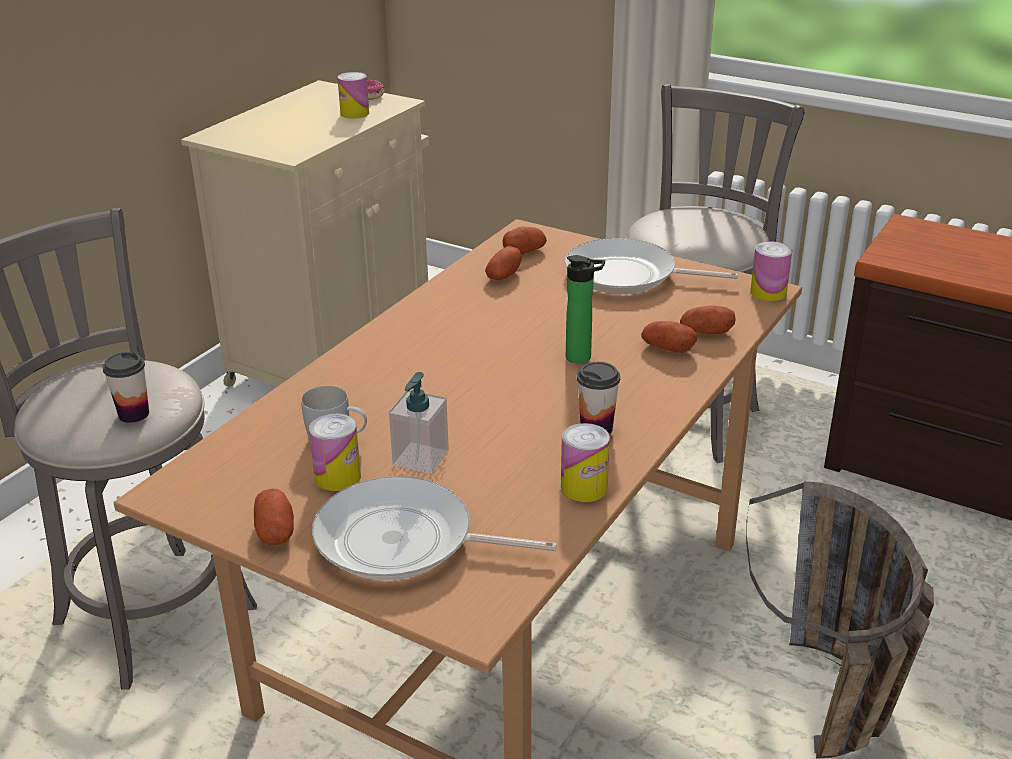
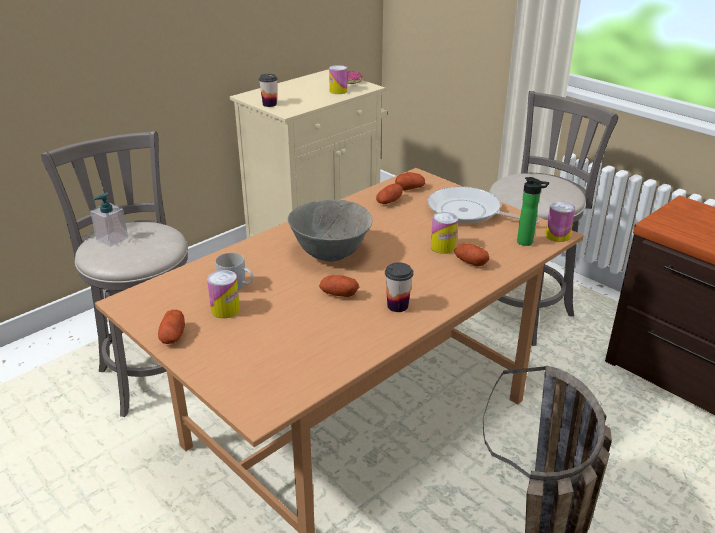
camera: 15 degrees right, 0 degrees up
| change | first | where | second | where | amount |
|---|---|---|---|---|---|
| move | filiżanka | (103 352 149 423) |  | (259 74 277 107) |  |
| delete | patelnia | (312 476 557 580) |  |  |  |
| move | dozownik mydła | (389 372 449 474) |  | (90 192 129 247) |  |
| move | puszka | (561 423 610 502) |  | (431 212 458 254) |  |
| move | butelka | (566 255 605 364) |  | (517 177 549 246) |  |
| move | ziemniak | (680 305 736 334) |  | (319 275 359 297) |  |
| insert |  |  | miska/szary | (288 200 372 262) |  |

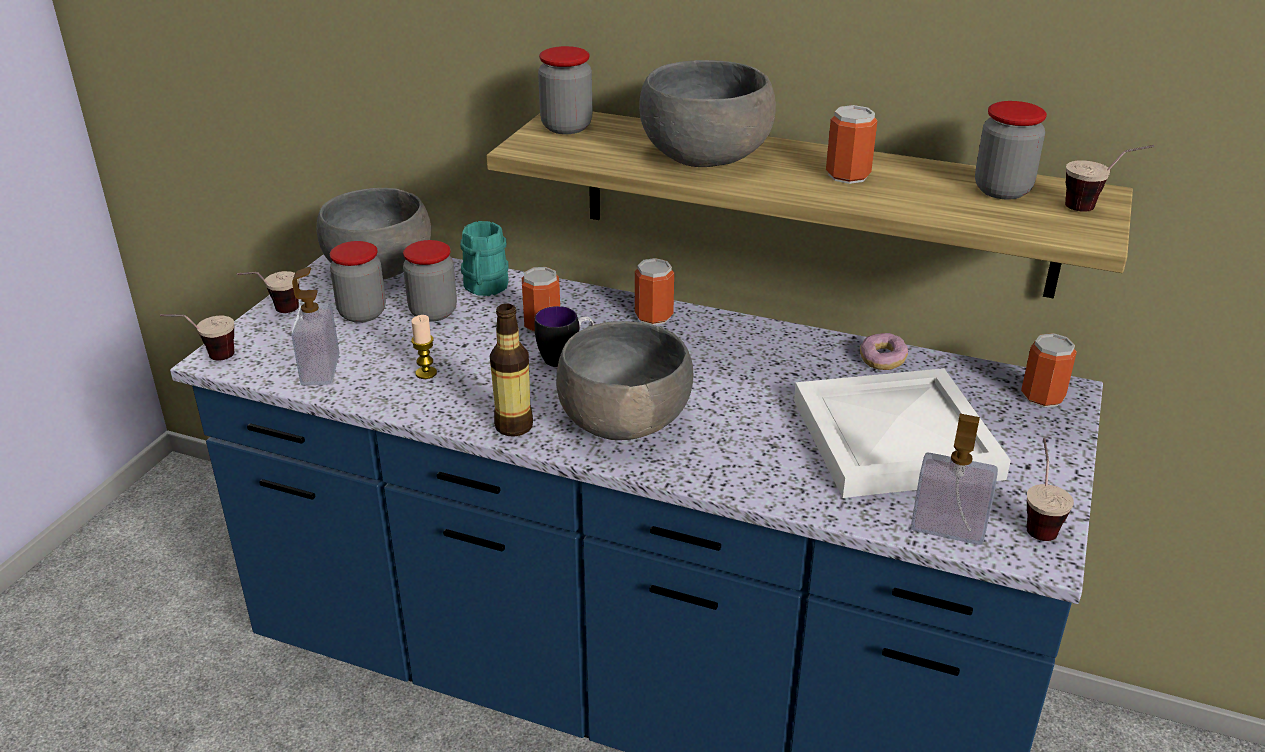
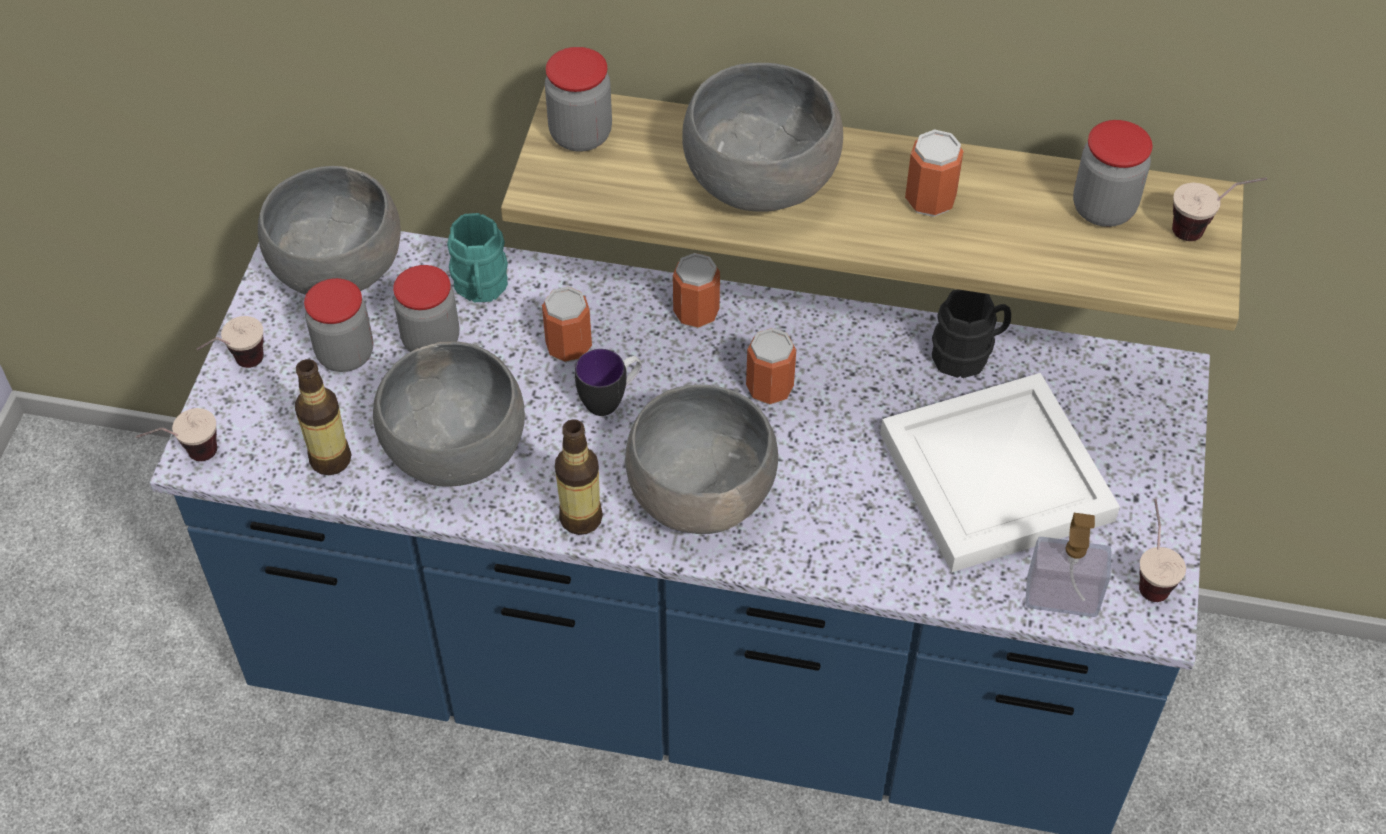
camera: 10 degrees left, 20 degrees up
| change | first | where | second | where | amount |
|---|---|---|---|---|---|
| replace | dozownik mydła | (291 267 340 386) | butelka | (295 359 351 475) |  |
| replace | świeca | (411 315 437 379) | miska/szary | (373 341 525 487) |  |
| replace | donut | (860 333 908 370) | kubek/czarny | (932 289 1011 378) |  |
| move | puszka | (1021 333 1077 408) |  | (746 328 796 405) |  |

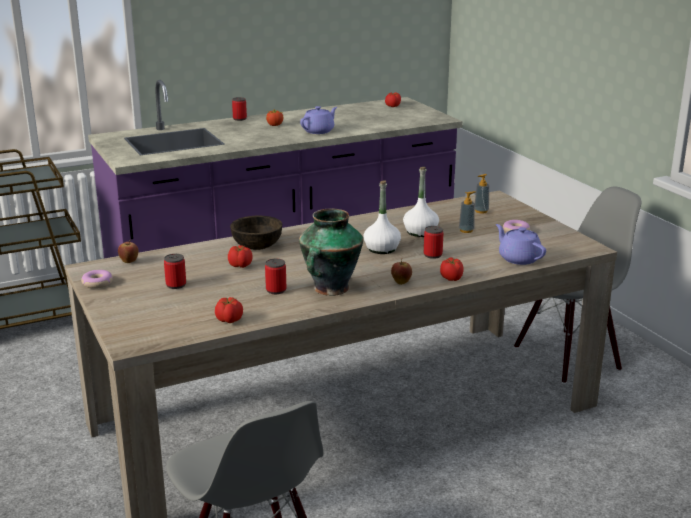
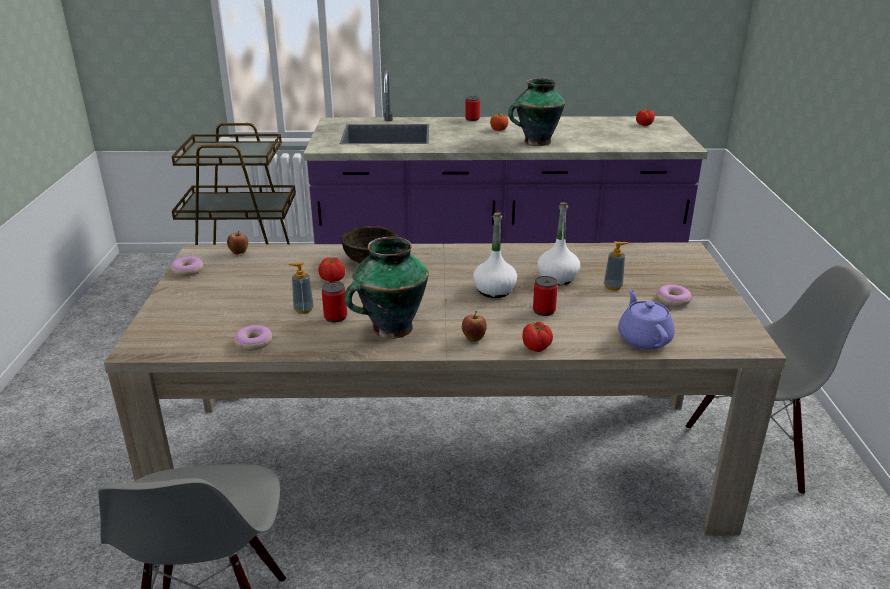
camera: 25 degrees right, 5 degrees up
| change | first | where | second | where | amount |
|---|---|---|---|---|---|
| delete | puszka | (164 254 186 289) |  |  |  |
| replace | pomidor | (215 297 243 323) | donut | (234 325 272 351) |  |
| replace | imbryk/fioletowy | (300 106 337 134) | wazon | (508 78 565 146) |  |
| move | dozownik mydła | (475 174 489 214) |  | (288 262 314 314) |  |

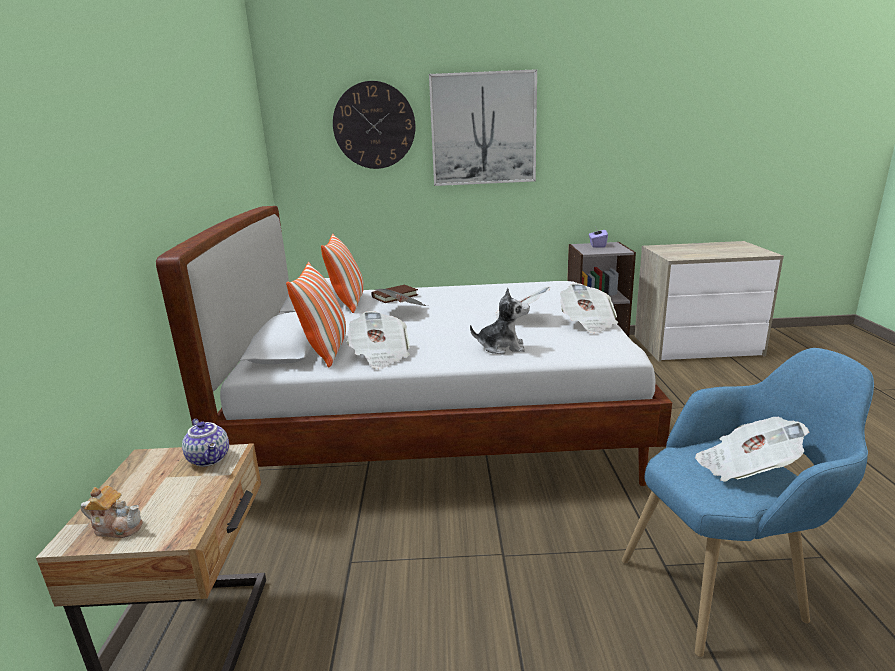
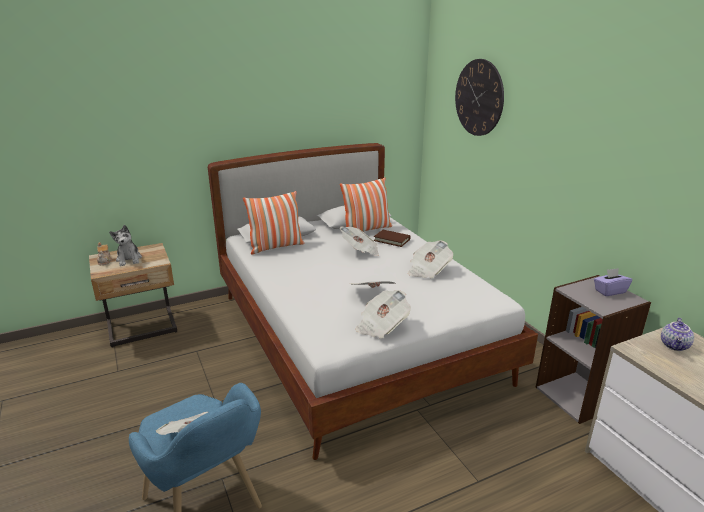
camera: 65 degrees right, 5 degrees up
| change | first | where | second | where | amount |
|---|---|---|---|---|---|
| move | imbryk | (182 419 229 467) |  | (661 318 694 351) |  |
| move | gazeta | (347 311 410 369) |  | (408 241 453 279) |  |
| delete | obraz | (429 69 537 186) |  |  |  |
| move | pluszak | (470 288 530 354) |  | (109 225 142 266) |  |

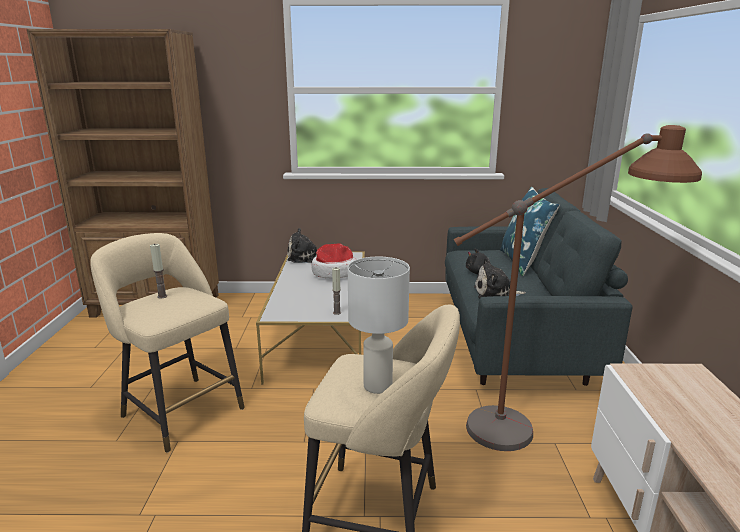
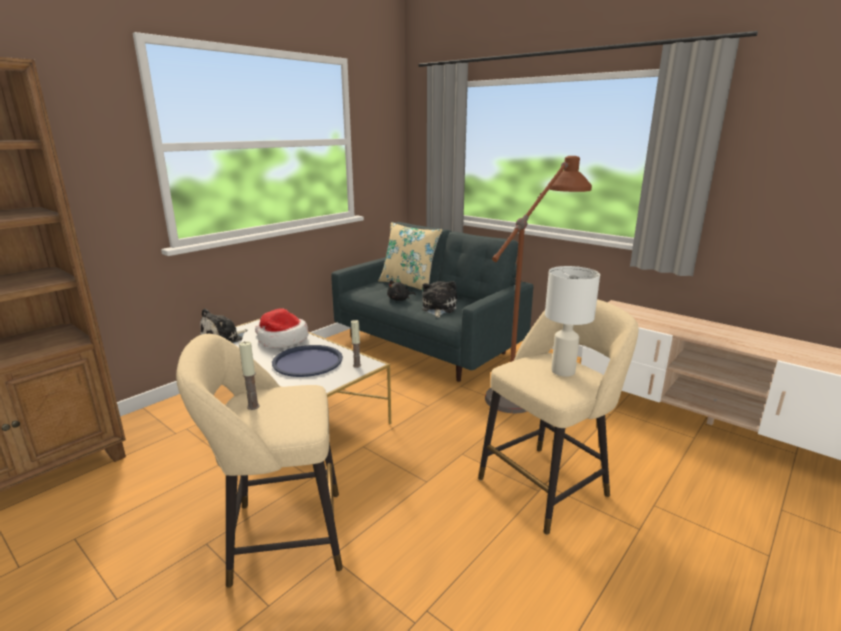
camera: 50 degrees left, 0 degrees up
| change | first | where | second | where | amount |
|---|---|---|---|---|---|
| rotate | pluszak | (474 257 526 298) |  | (422 281 457 318) | 150 degrees clockwise |
| recolor | poduszka/niebieski | (500 187 560 276) | poduszka/beżowy | (378 222 442 291) |  |
| insert |  |  | taca/niebieski | (272 345 343 377) |  |

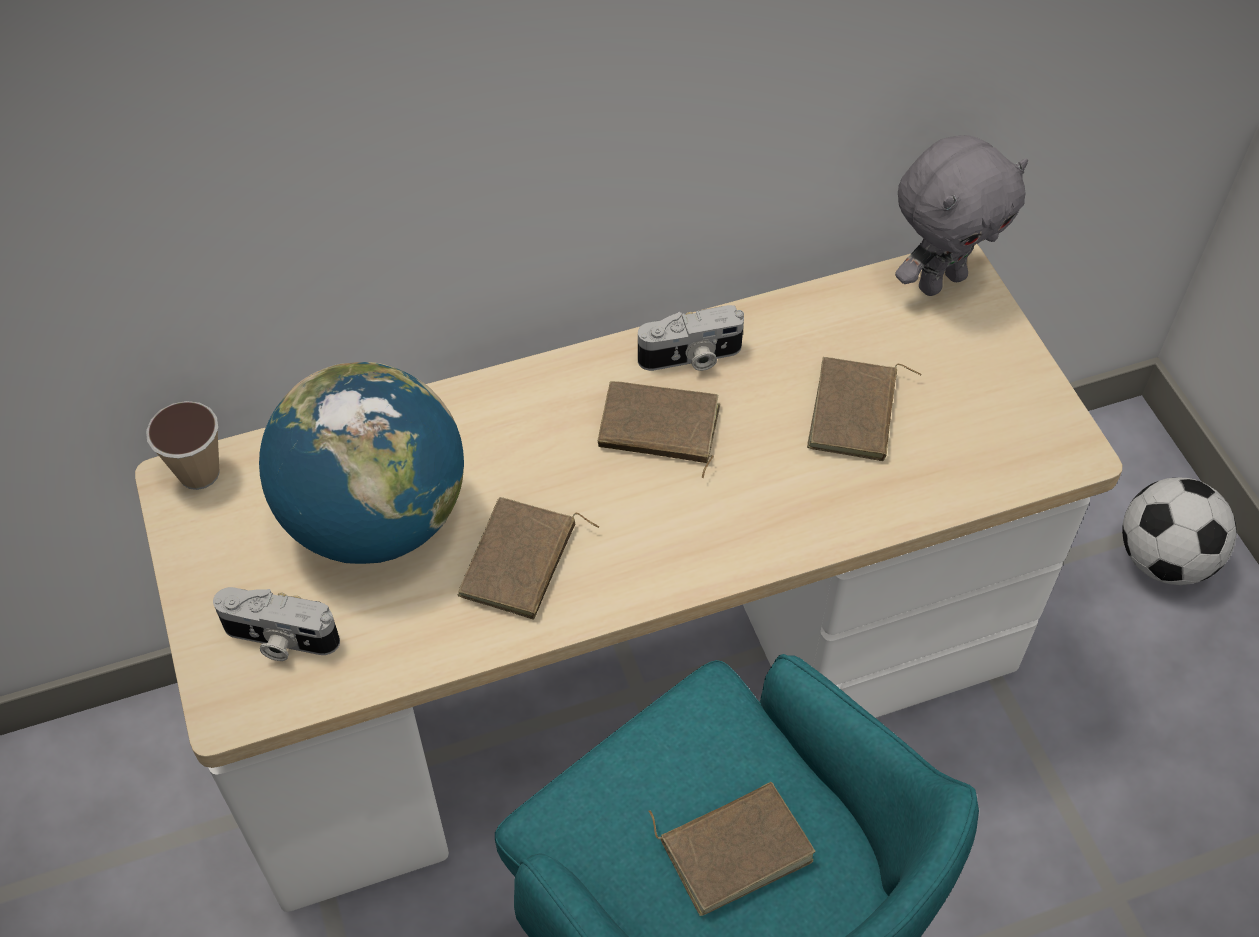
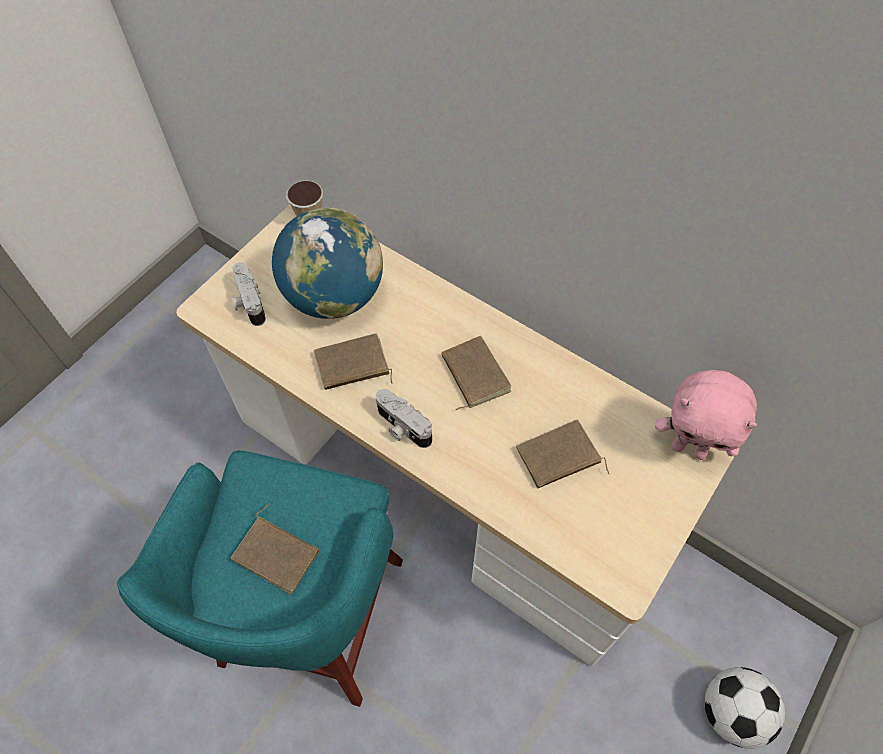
camera: 55 degrees right, 5 degrees up
| change | first | where | second | where | amount |
|---|---|---|---|---|---|
| move | aparat fotograficzny | (638 305 744 371) |  | (376 389 432 448) |  |
| recolor | pluszak/szary | (895 135 1028 296) | pluszak/różowy | (655 370 757 460) |  |

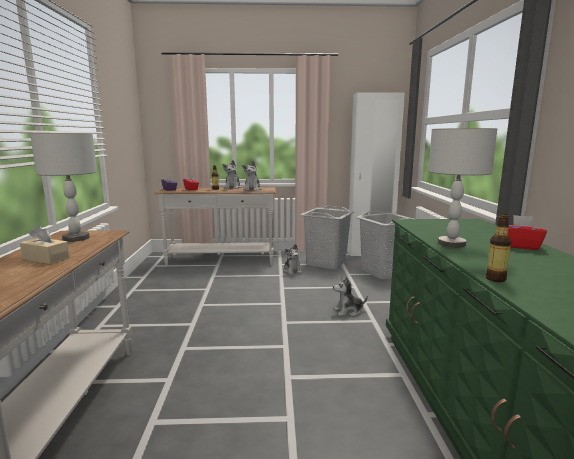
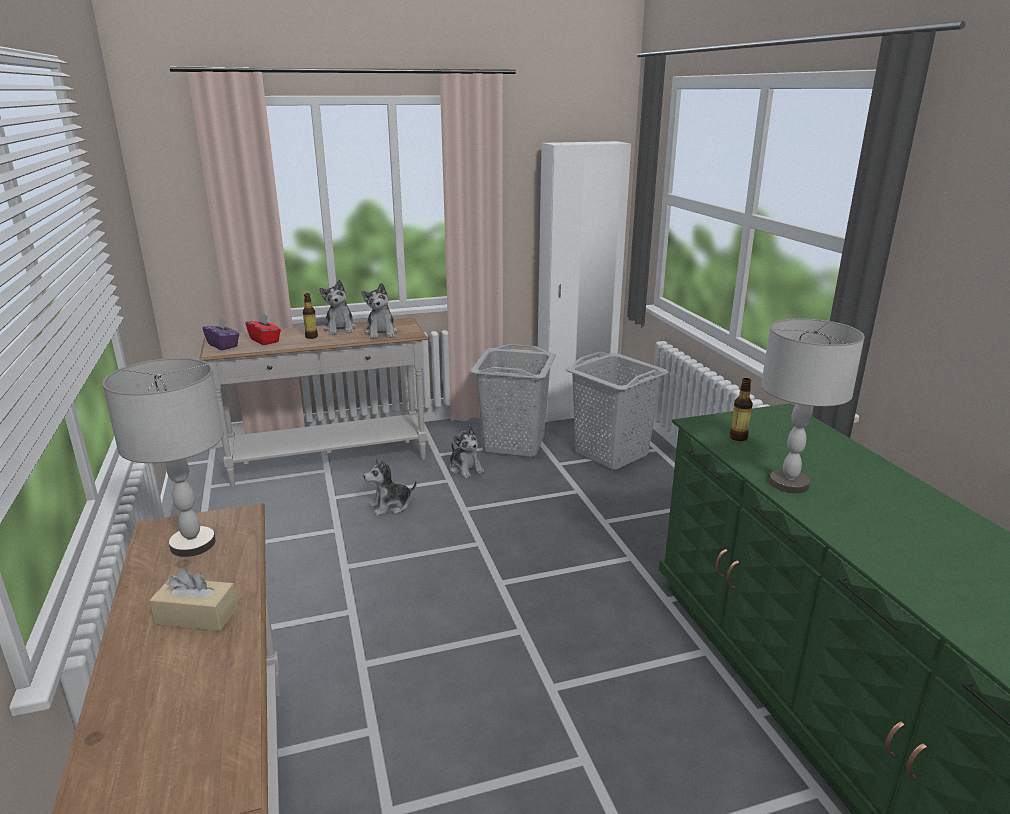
camera: 15 degrees left, 10 degrees up
| change | first | where | second | where | amount |
|---|---|---|---|---|---|
| move | pluszak | (333 277 368 317) |  | (364 458 417 516) |  |
| move | butelka | (486 214 511 282) |  | (730 378 753 441) |  |
| delete | pudełko chusteczek/czerwony | (508 215 547 250) |  |  |  |

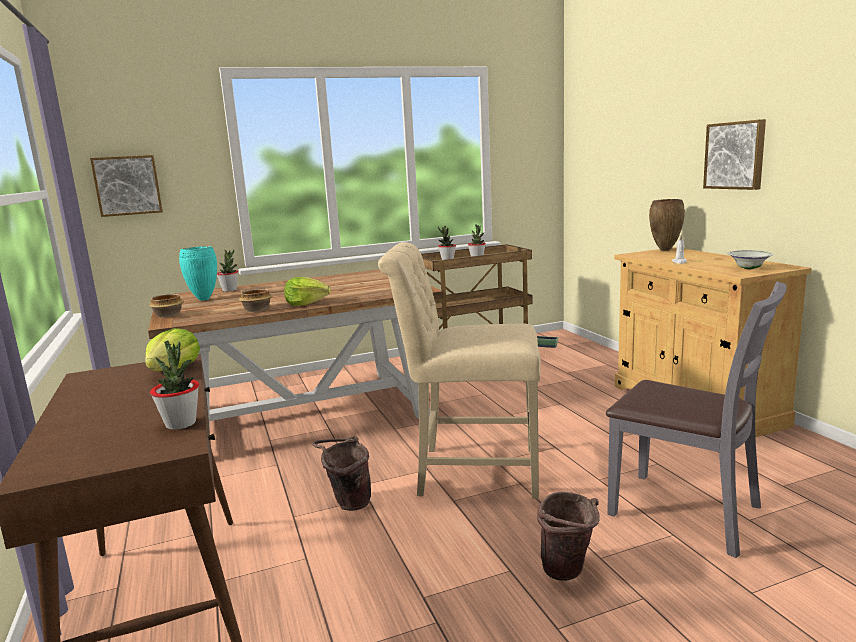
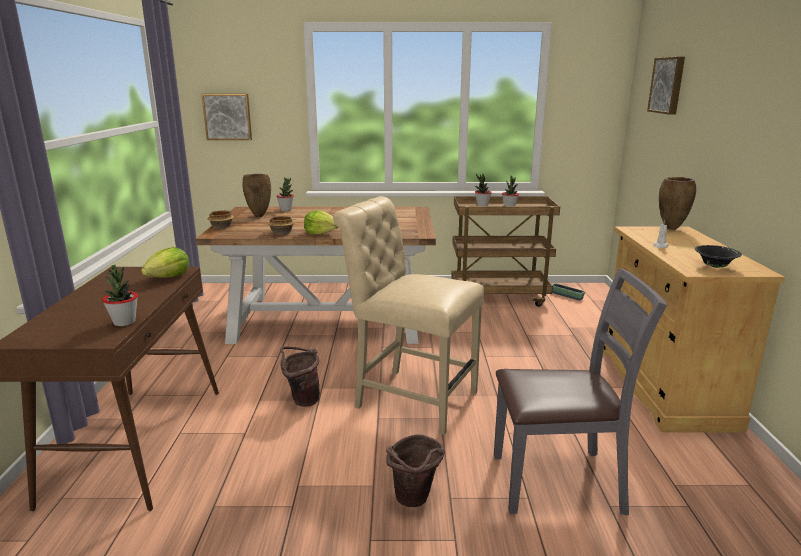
camera: 20 degrees right, 5 degrees up
| change | first | where | second | where | amount |
|---|---|---|---|---|---|
| recolor | wazon/turkusowy | (179 246 217 301) | wazon/brązowy | (242 174 271 217) |  |
| rotate | krzesło/szary | (606 281 786 558) |  | (494 268 667 515) | 60 degrees counterclockwise |
| move | obraz | (703 119 766 190) |  | (647 57 685 115) |  |
| recolor | miska/biały | (728 250 773 270) | miska/czarny | (695 245 742 268) |  |

